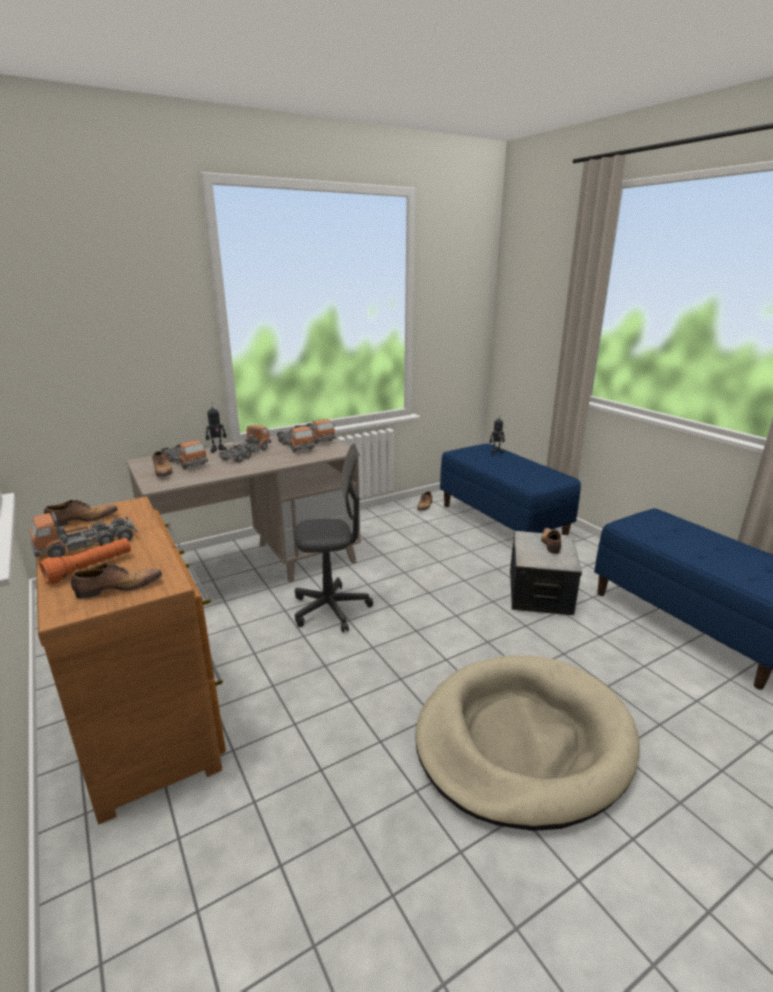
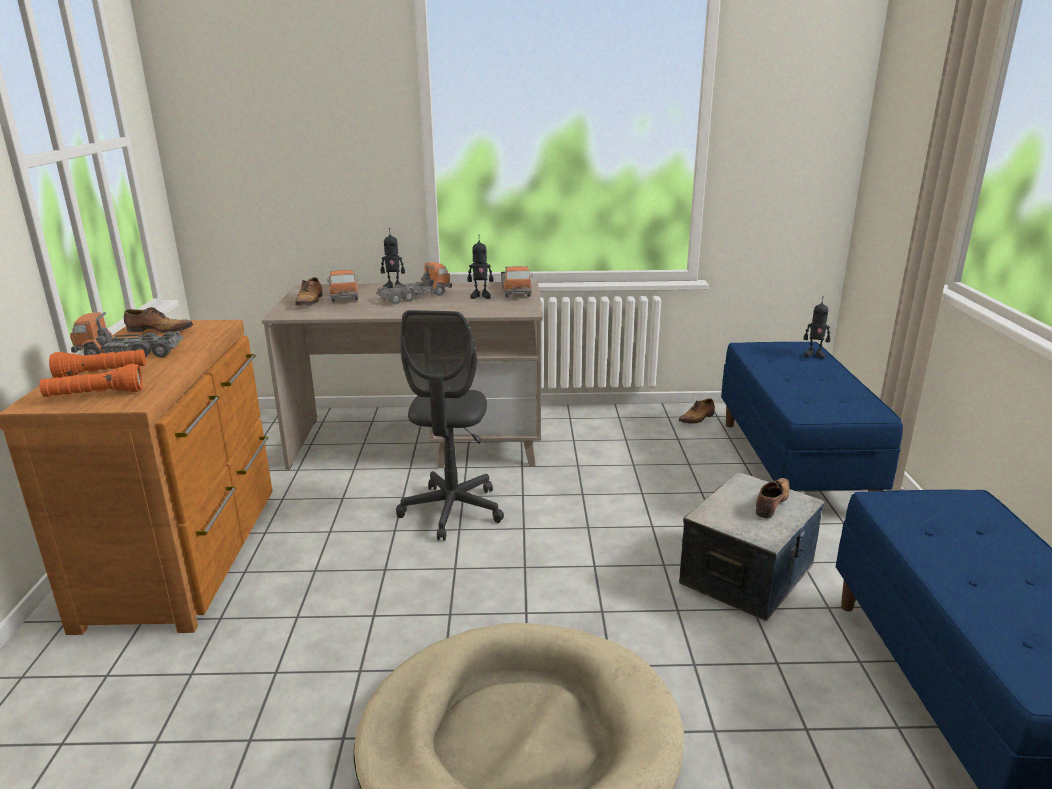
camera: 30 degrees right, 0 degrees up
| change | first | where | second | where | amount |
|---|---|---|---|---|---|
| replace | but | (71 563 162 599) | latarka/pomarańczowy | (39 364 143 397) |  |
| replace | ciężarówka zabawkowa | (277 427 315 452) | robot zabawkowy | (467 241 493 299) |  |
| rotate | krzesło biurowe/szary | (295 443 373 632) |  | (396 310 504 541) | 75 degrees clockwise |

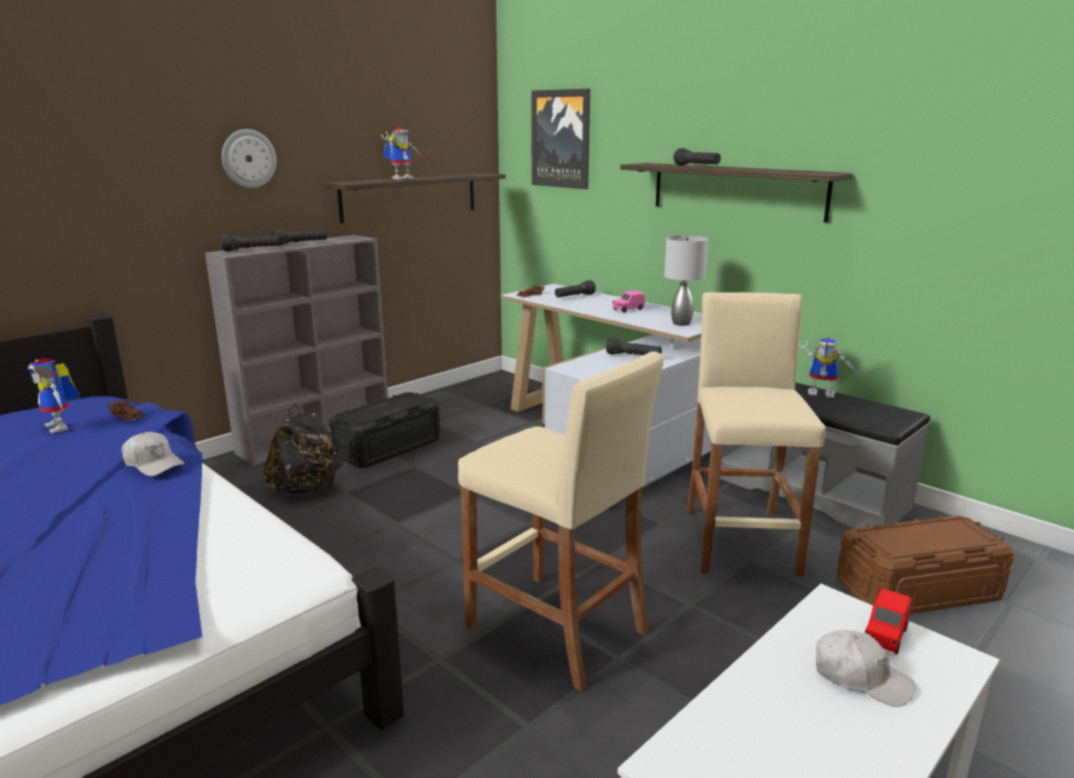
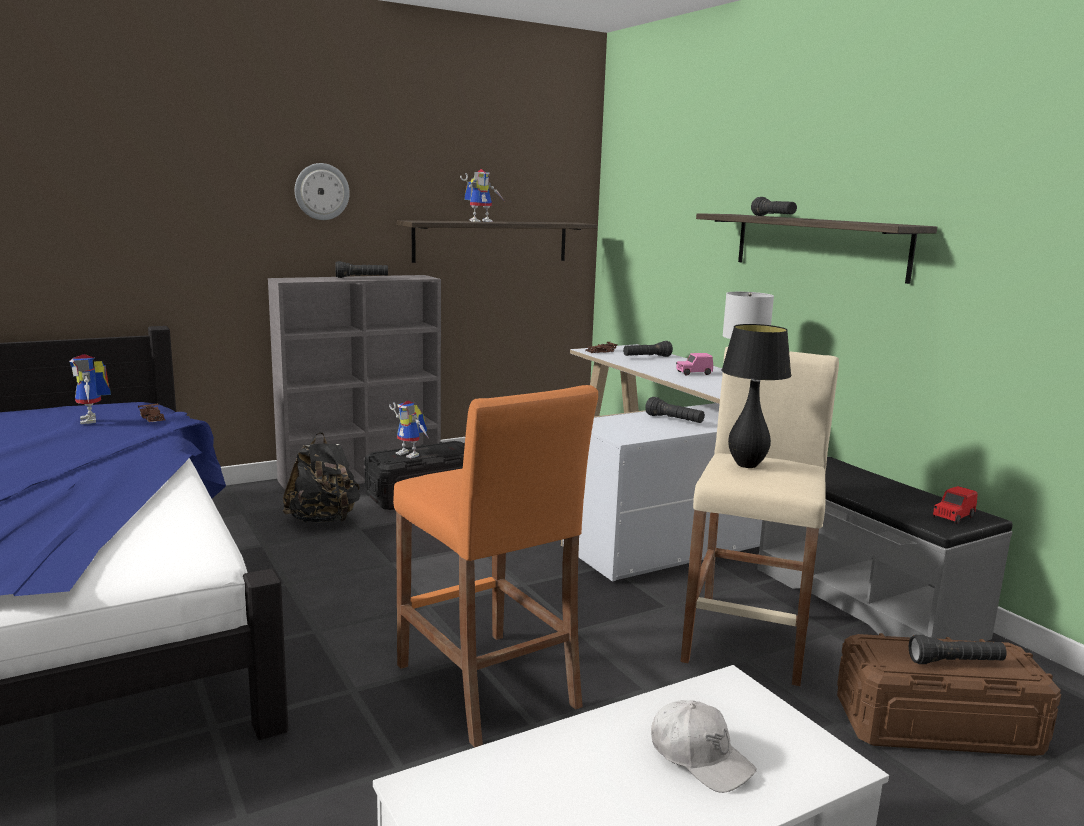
camera: 15 degrees right, 5 degrees down
| change | first | where | second | where | amount |
|---|---|---|---|---|---|
| delete | czapka z daszkiem/biały | (122 432 184 476) |  |  |  |
| move | latarka/czarny | (222 234 280 251) |  | (909 635 1007 664) |  |
| recolor | stołek/beżowy | (458 351 663 692) | stołek/pomarańczowy | (393 385 598 748) |  |
| delete | obraz | (531 89 590 189) |  |  |  |
| move | robot zabawkowy | (798 336 858 398) |  | (389 401 429 458) |  |
| move | samochodzik/czerwony | (864 589 912 655) |  | (933 486 978 524) |  |
| insert |  |  | lampa stołowa/czarny | (722 324 791 468) |  |

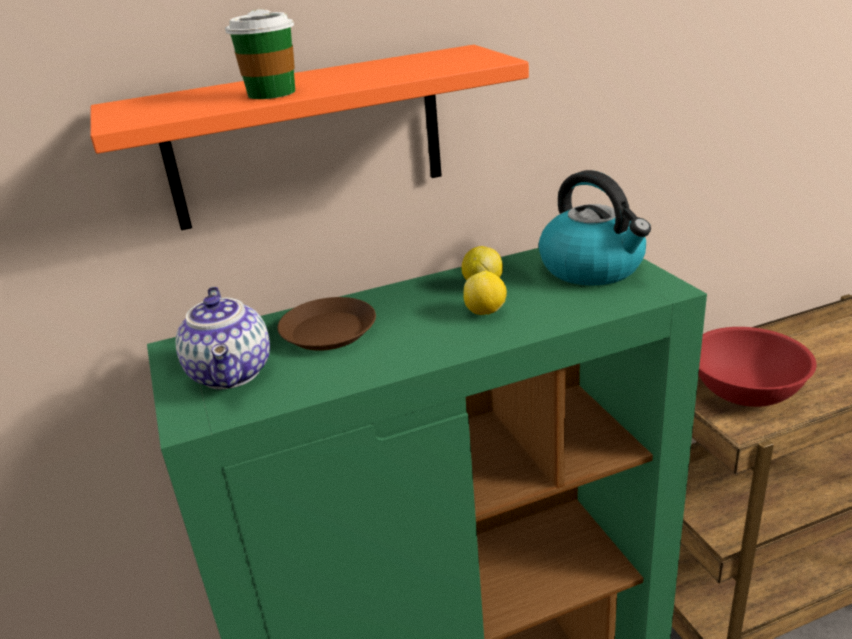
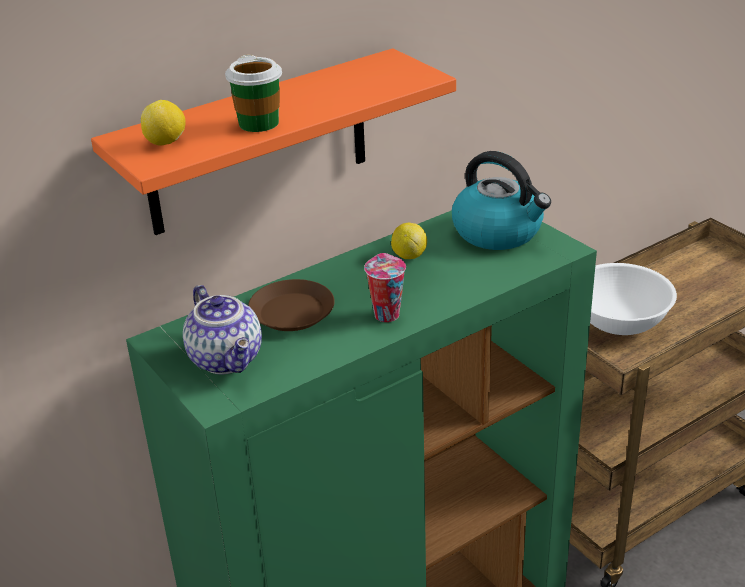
camera: 15 degrees left, 5 degrees up
| change | first | where | second | where | amount |
|---|---|---|---|---|---|
| move | cytryna | (464 271 507 315) |  | (141 100 186 146) |  |
| recolor | miska/czerwony | (698 327 817 407) | miska/biały | (590 263 677 335) |  |
| insert |  |  | filiżanka | (364 253 406 322) |  |

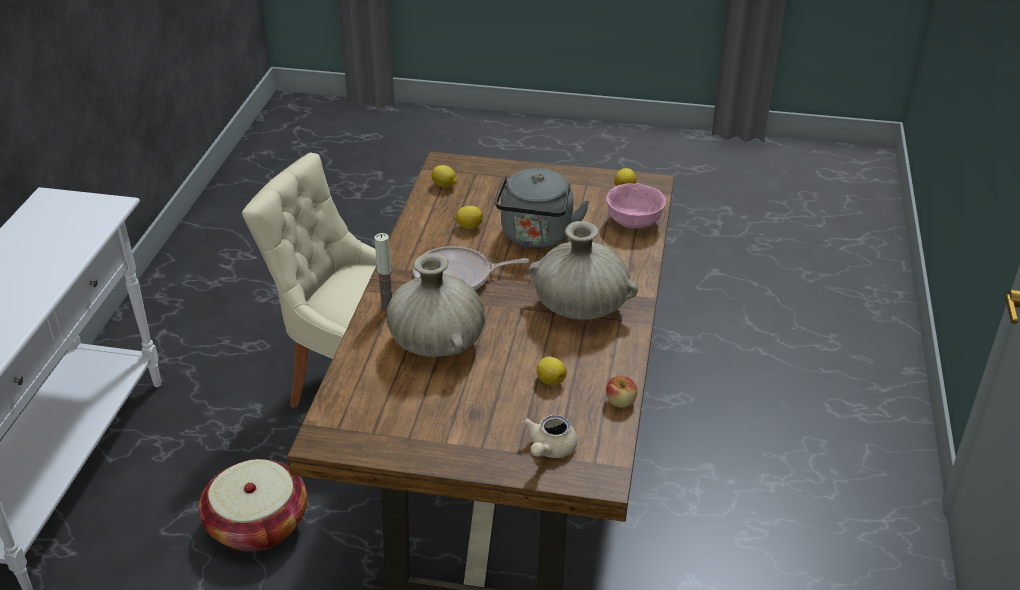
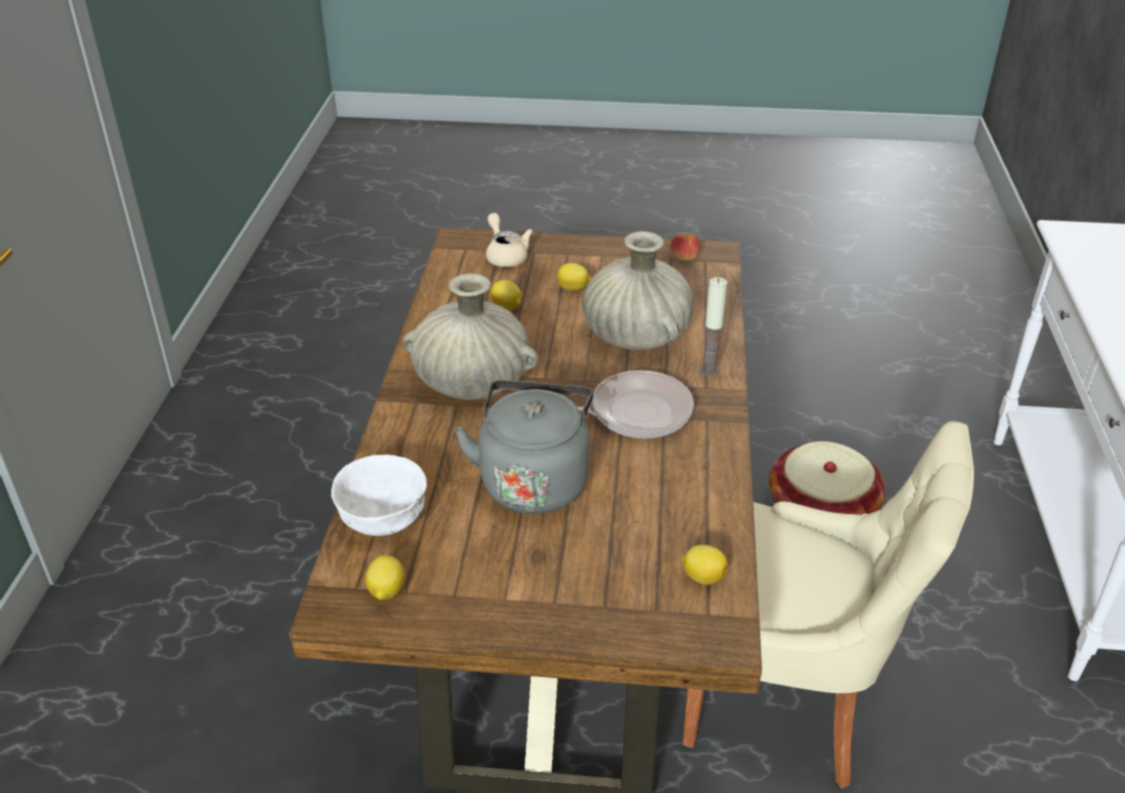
camera: 175 degrees right, 0 degrees up
| change | first | where | second | where | amount |
|---|---|---|---|---|---|
| move | cytryna | (454 206 483 229) |  | (557 263 591 291) |  |
| rotate | imbryk/beżowy | (523 415 578 458) |  | (486 213 533 267) | 45 degrees counterclockwise |
| recolor | miska/różowy | (606 183 666 228) | miska/biały | (331 454 427 536) |  |
| move | jabłko | (606 376 637 408) |  | (670 233 700 261) |  |

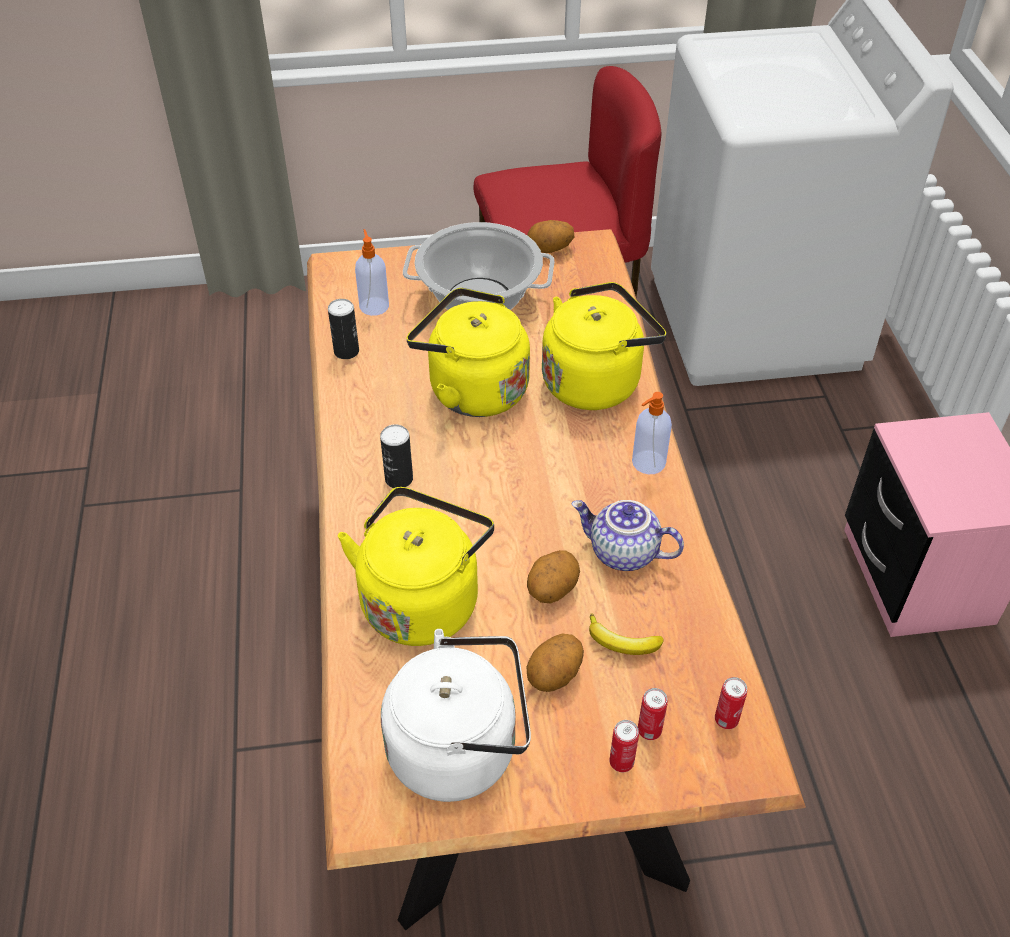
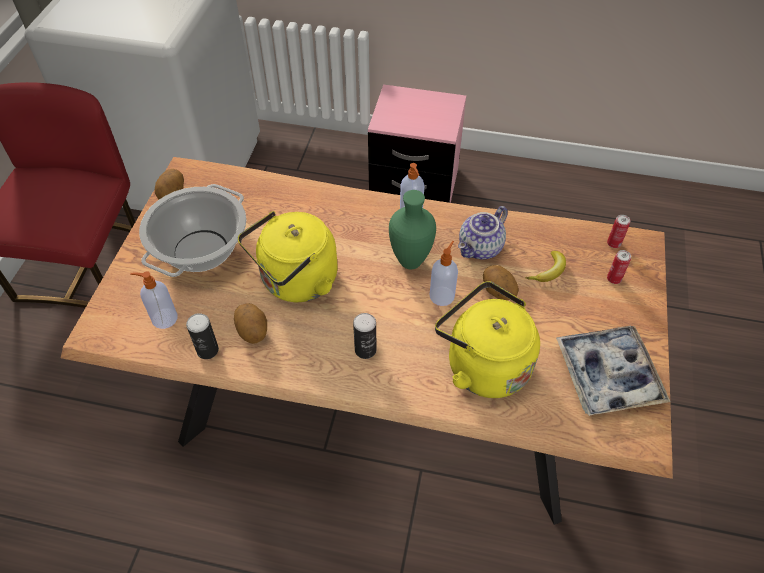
camera: 70 degrees left, 5 degrees up
| change | first | where | second | where | amount |
|---|---|---|---|---|---|
| replace | czajnik/biały | (381 629 531 802) | taca | (556 326 671 416) |  |
| move | ziemniak | (527 633 584 692) |  | (234 303 267 344) |  |
| delete | czajnik/żółty | (542 282 666 410) |  |  |  |
| delete | puszka | (609 720 639 772) |  |  |  |
| insert |  |  | wazon/zielony | (389 190 436 269) |  |
| insert |  |  | dozownik mydła | (430 241 458 306) |  |

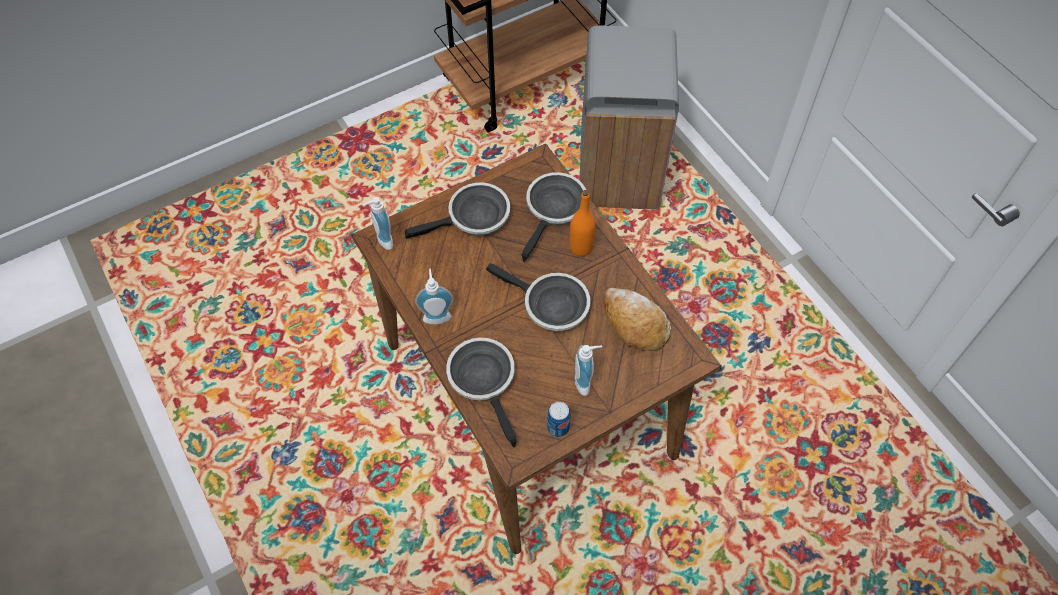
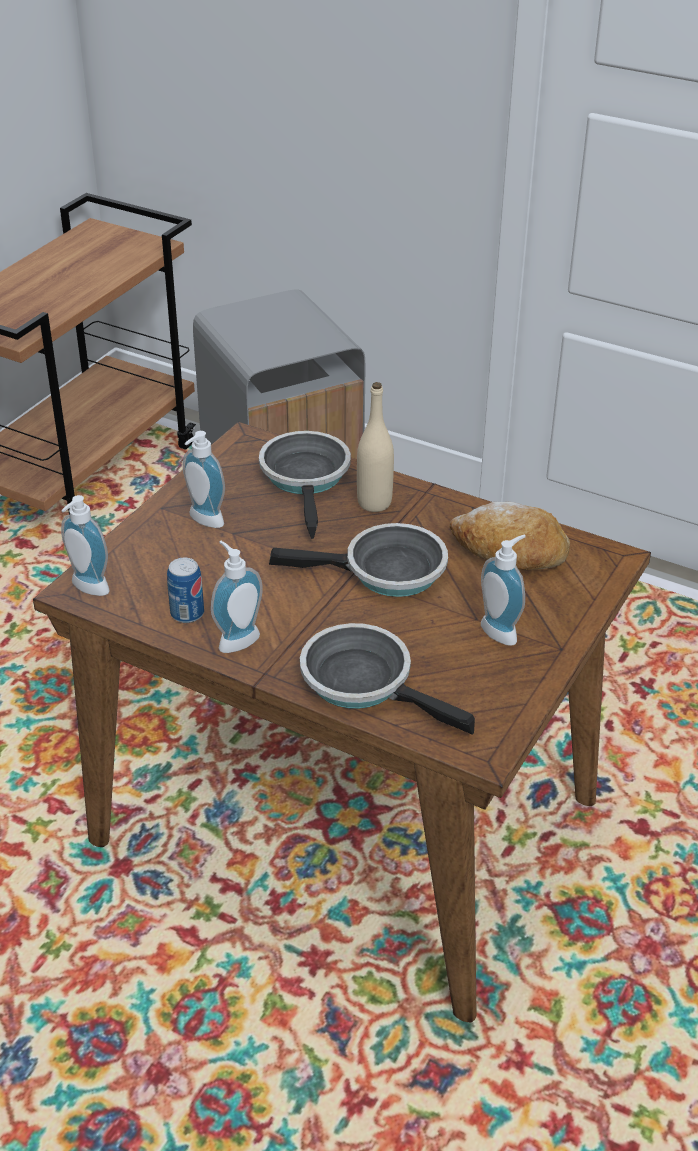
camera: 30 degrees left, 20 degrees down
| change | first | where | second | where | amount |
|---|---|---|---|---|---|
| replace | patelnia | (405 182 510 239) | dozownik mydła | (183 431 225 528) |  |
| move | puszka | (547 402 571 437) |  | (167 558 204 623) |  |
| recolor | butelka/pomarańczowy | (570 190 595 257) | butelka/beżowy | (357 382 394 512) |  |

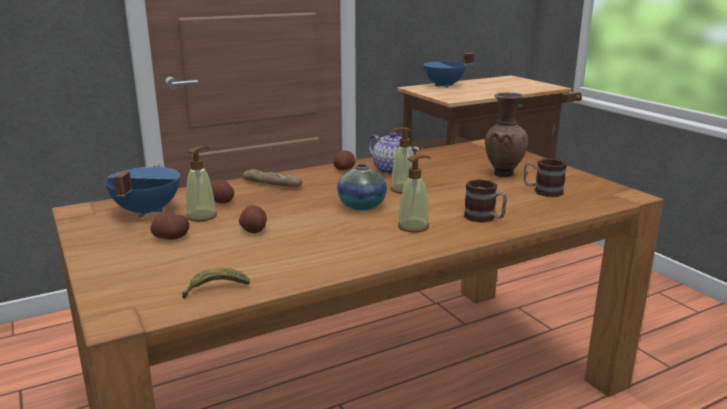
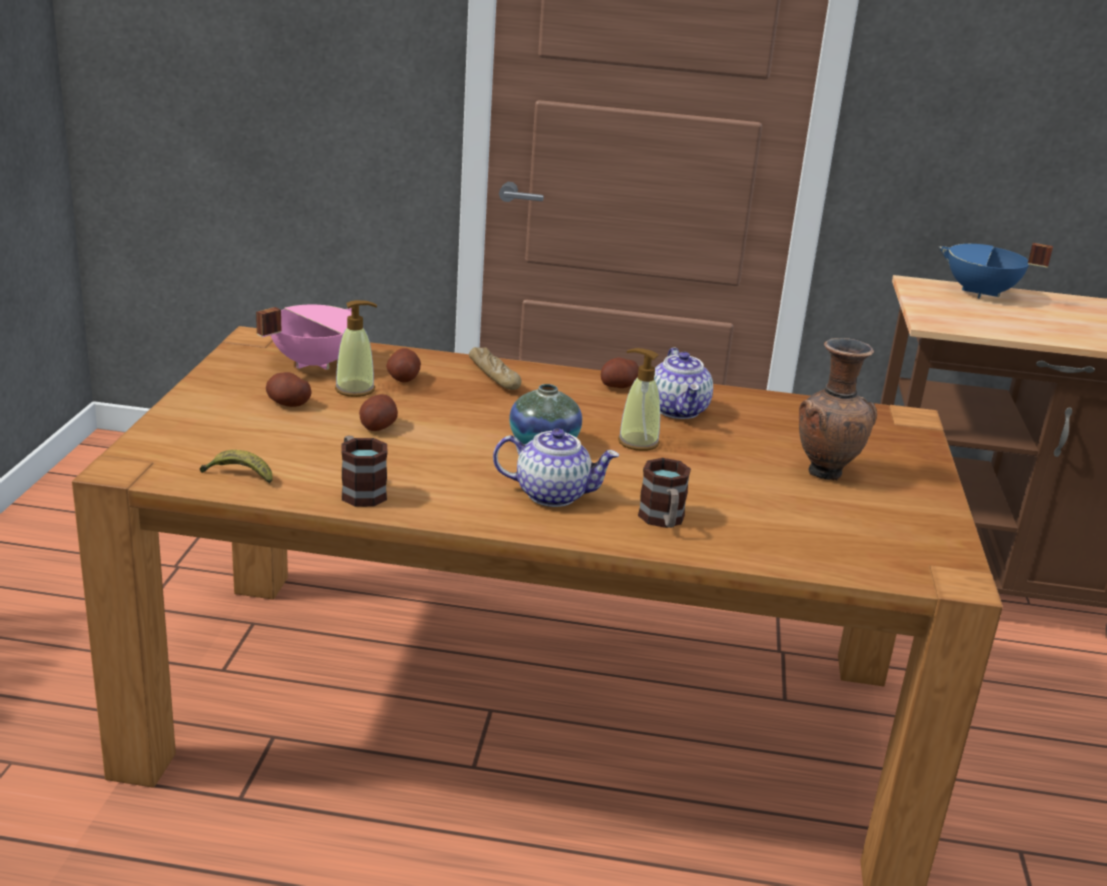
camera: 35 degrees right, 5 degrees up
| change | first | where | second | where | amount |
|---|---|---|---|---|---|
| recolor | garnek/niebieski | (105 164 180 218) | garnek/różowy | (256 305 352 370) |  |
| replace | dozownik mydła | (398 155 431 233) | imbryk | (493 428 620 507) |  |
| move | kubek | (524 159 567 197) |  | (341 436 388 507) |  |

